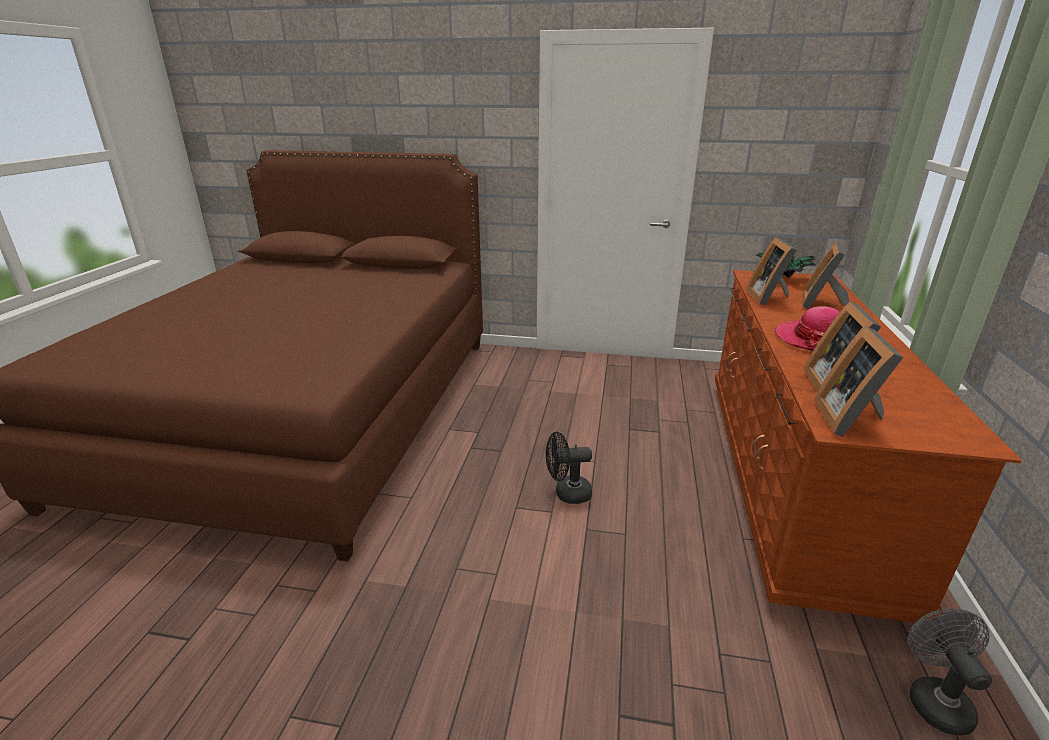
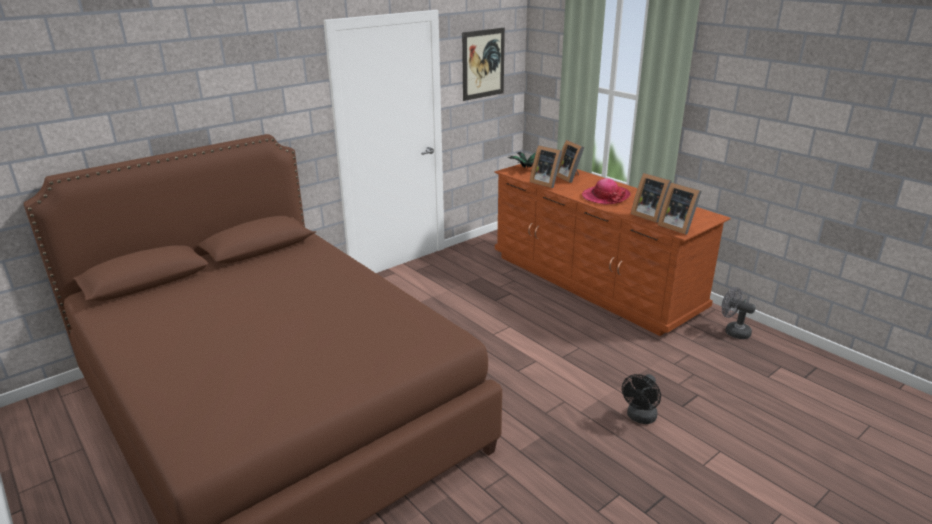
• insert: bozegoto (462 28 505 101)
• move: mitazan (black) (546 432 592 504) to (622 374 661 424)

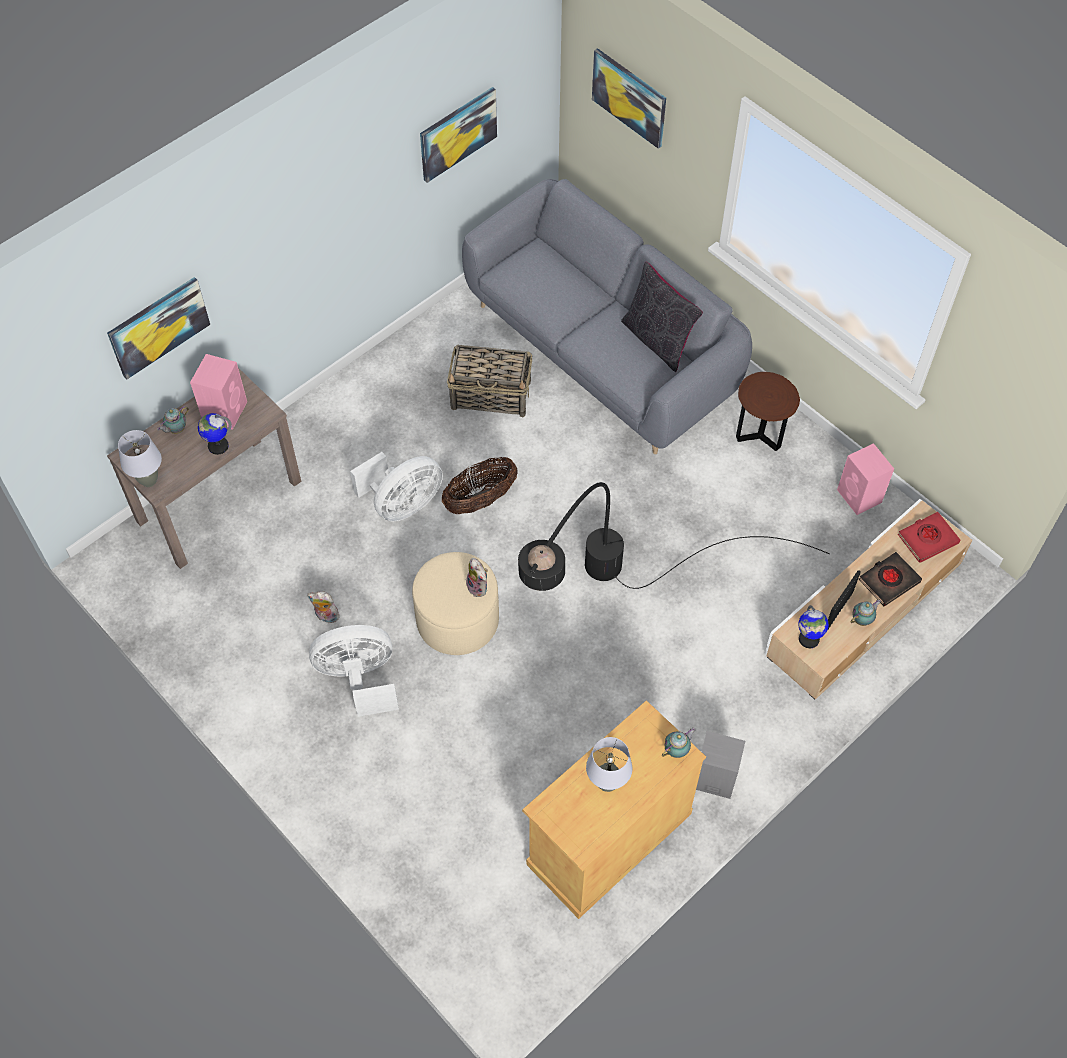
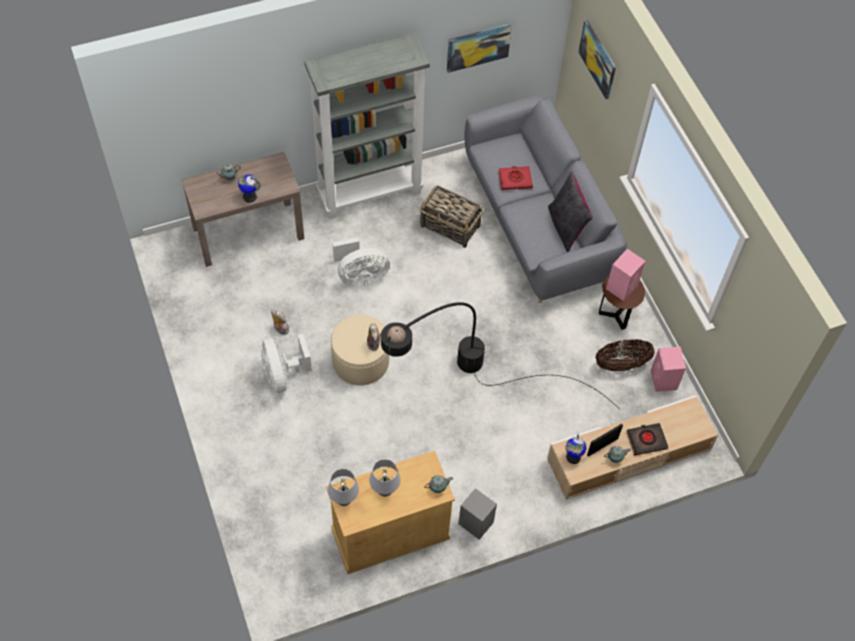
• rotate: mitazan (white) (309 625 399 717) = (261 334 312 393) 120 degrees counterclockwise
• insert: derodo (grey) (304 33 430 219)
• move: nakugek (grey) (118 430 162 487) to (328 469 359 506)
• move: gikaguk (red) (898 512 960 563) to (498 166 533 190)
• move: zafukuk (442 457 518 514) to (595 339 655 371)
• move: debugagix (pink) (190 354 247 430) to (606 249 646 301)
• delete: bozegoto (107 277 210 380)

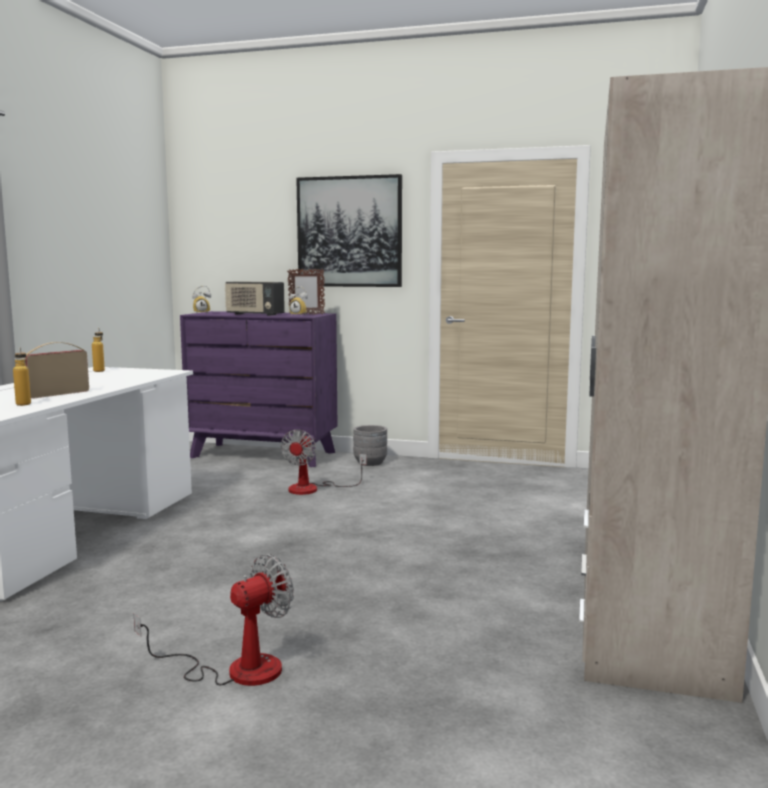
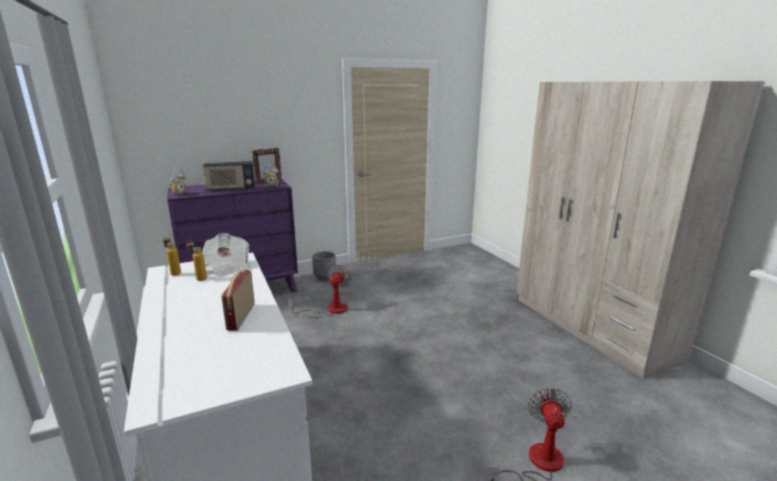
• move: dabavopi (13 347 31 406) to (186 240 207 281)
• insert: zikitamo (202 233 249 277)
• rotate: mitazan (280 429 367 495) = (287 265 351 318) 135 degrees counterclockwise
• delete: bozegoto (296 174 402 287)

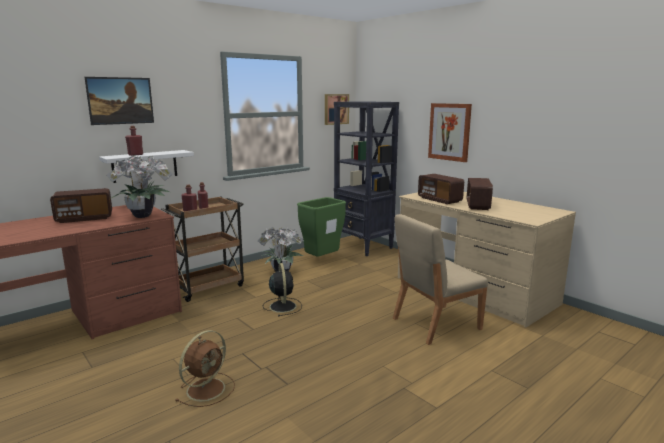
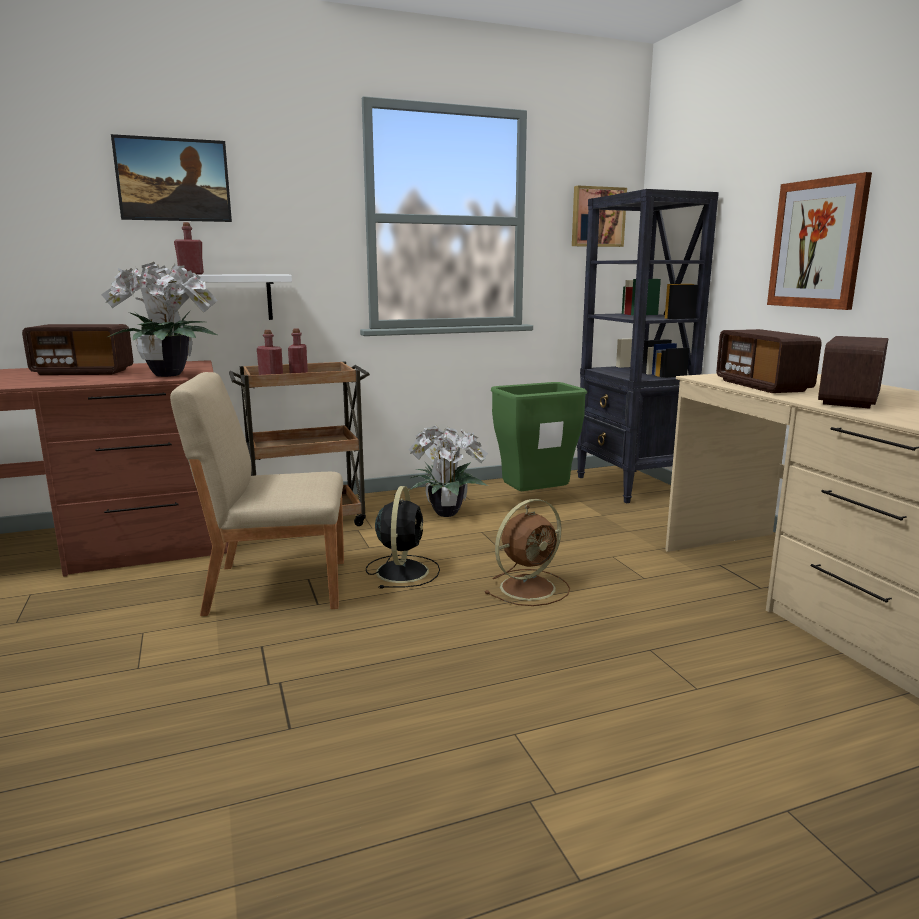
• move: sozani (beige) (393 214 488 345) to (170 372 344 616)
• move: mitazan (brown) (175 330 235 407) to (484 499 570 606)

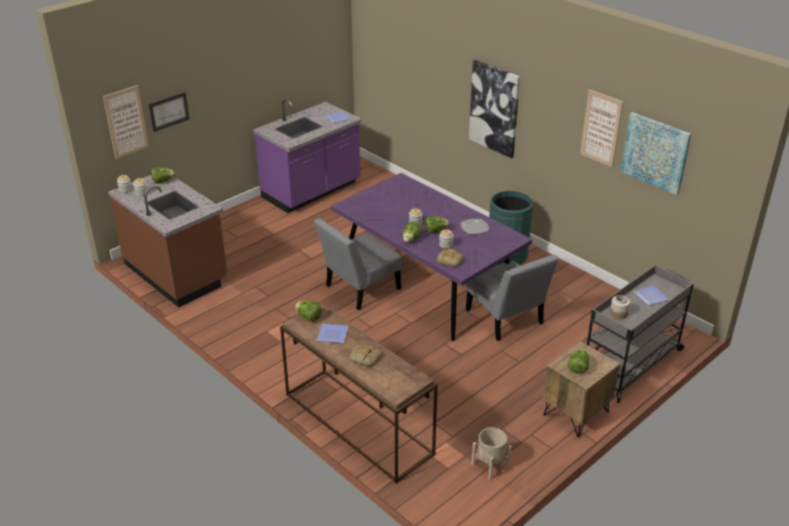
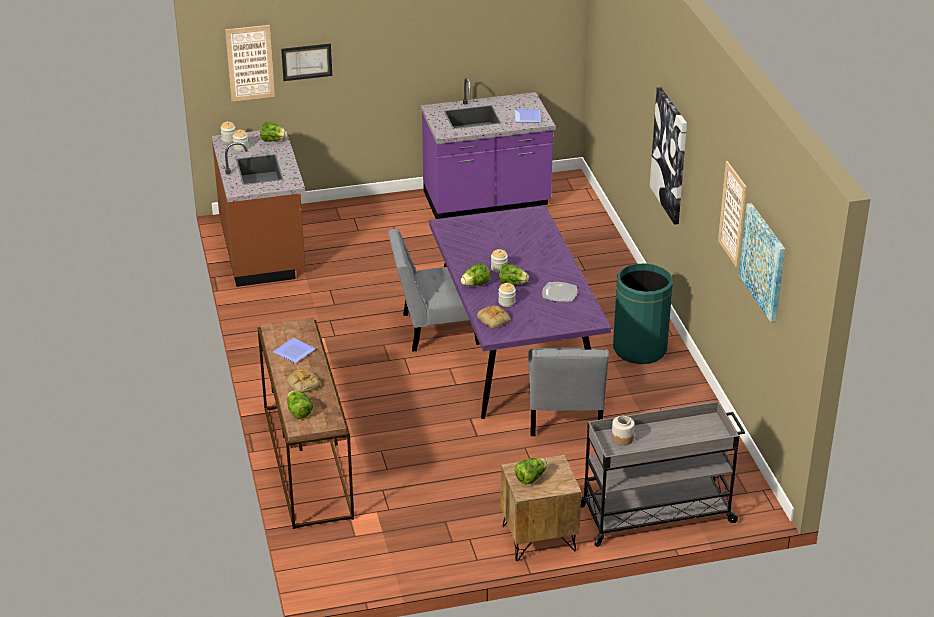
• move: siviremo (295 300 322 322) to (287 390 313 419)
• delete: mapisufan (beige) (472 427 512 480)
• delete: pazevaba (633 286 669 306)

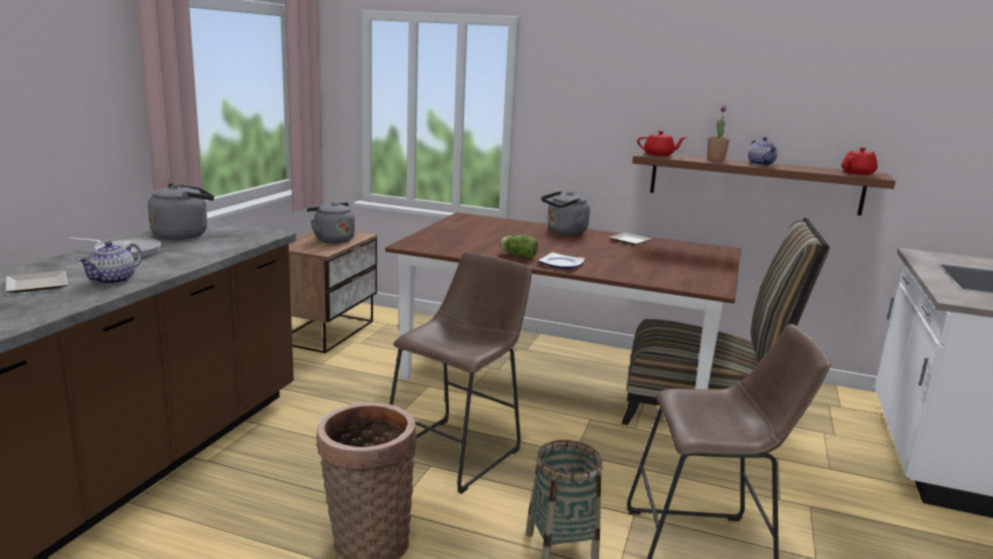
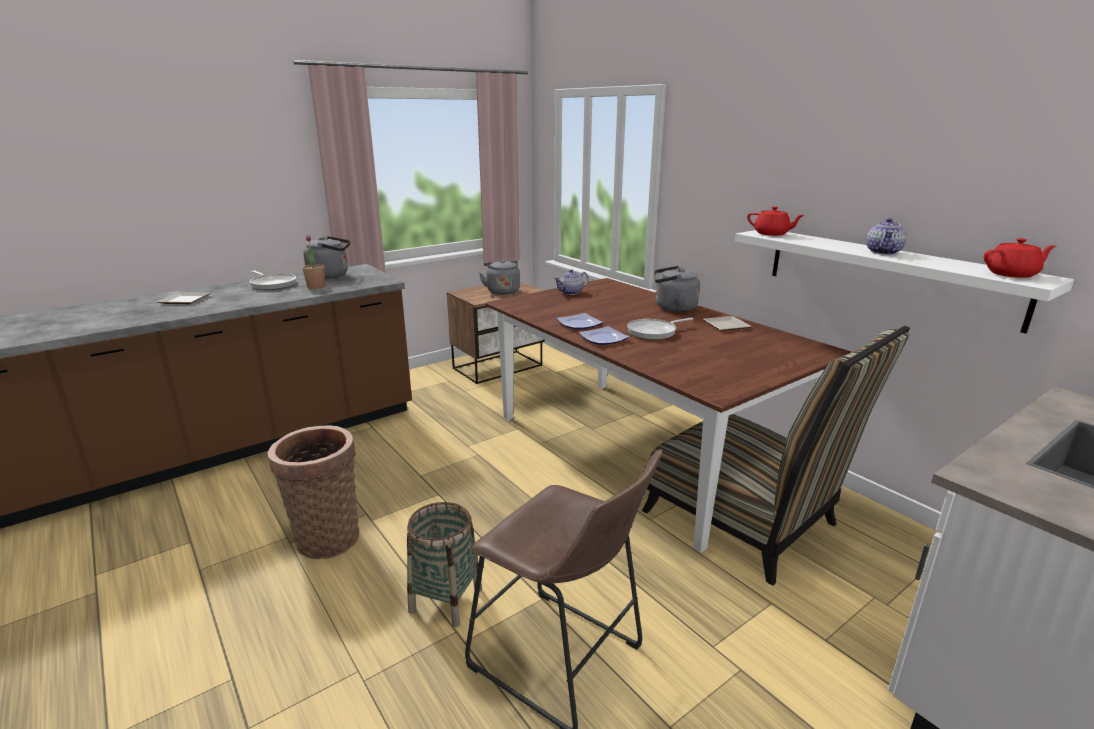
• move: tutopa (707 106 730 161) to (302 235 325 289)
• move: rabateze (77 241 142 285) to (554 269 589 295)
• replace: siviremo (500 235 538 258) to pazevaba (556 313 603 329)
• insert: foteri (627 318 693 340)
• recolor: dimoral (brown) (632 151 896 216) to dimoral (white) (735 230 1074 334)
• delete: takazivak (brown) (390 252 532 494)

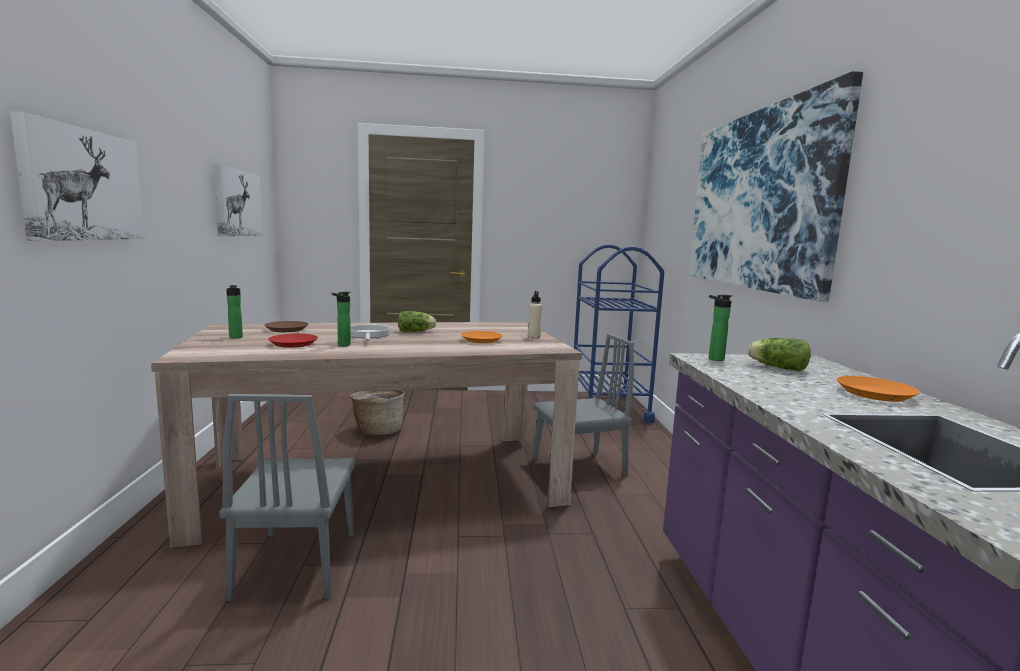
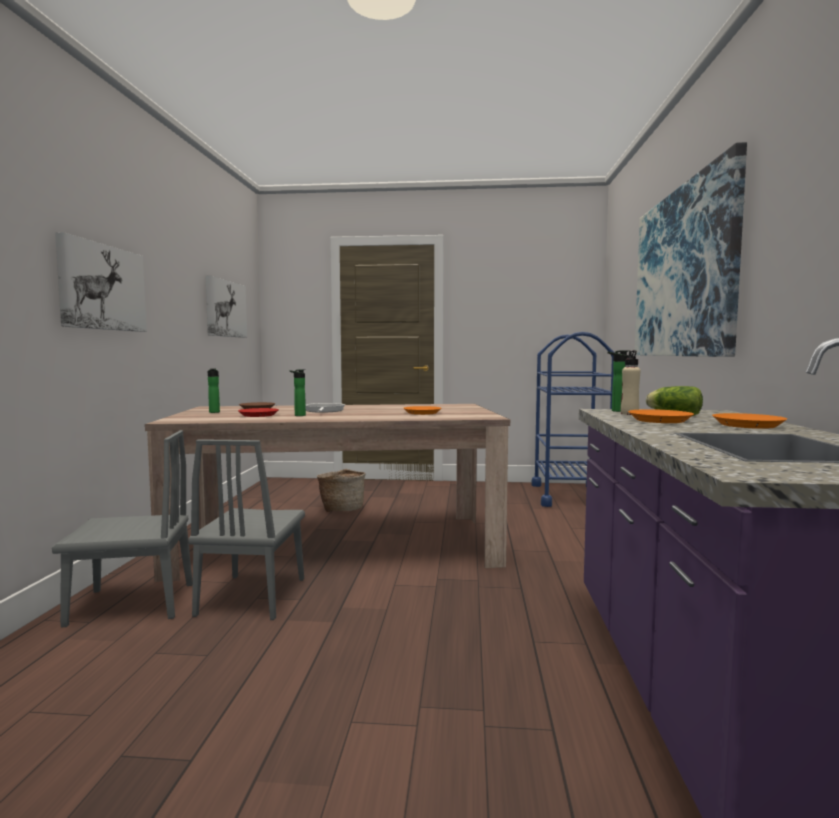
• move: sozani (grey) (533 334 634 476) to (52 430 193 628)
• move: dabavopi (beige) (528 291 542 338) to (621 350 640 415)
• insert: pazevaba (orange) (628 409 694 423)
• delete: siviremo (398 311 436 332)

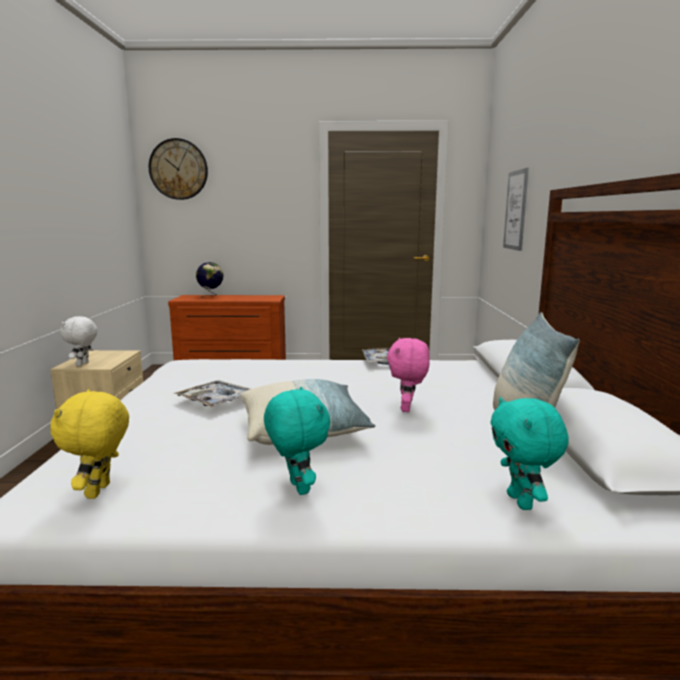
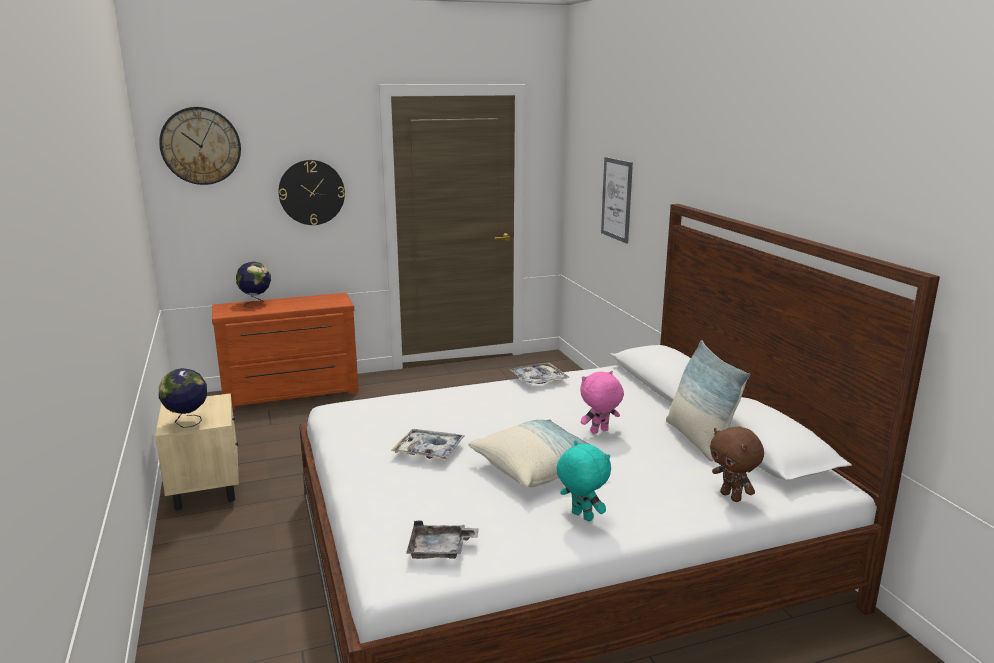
• replace: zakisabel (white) (60 316 98 366) to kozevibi (159 368 207 428)
• insert: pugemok (278 160 345 225)
• replace: zakisabel (yellow) (51 389 129 499) to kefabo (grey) (406 521 479 559)
• rotate: zakisabel (pink) (387 338 430 412) = (580 371 624 434) 75 degrees clockwise
• recolor: zakisabel (turquoise) (490 397 569 510) to zakisabel (brown) (710 426 764 502)

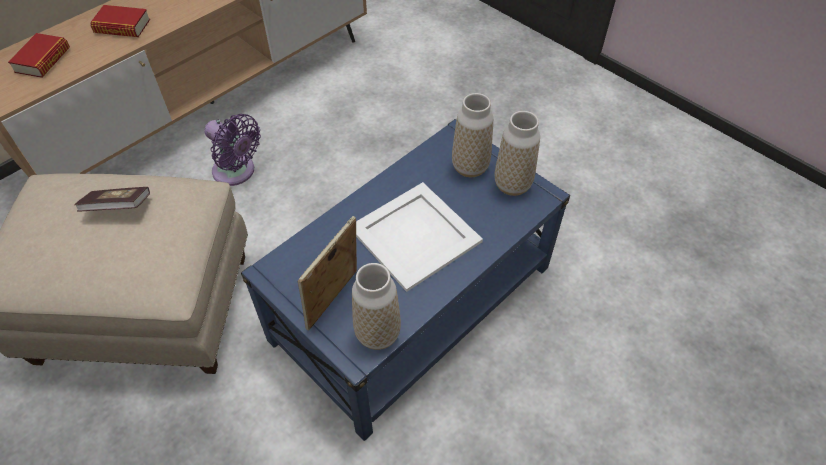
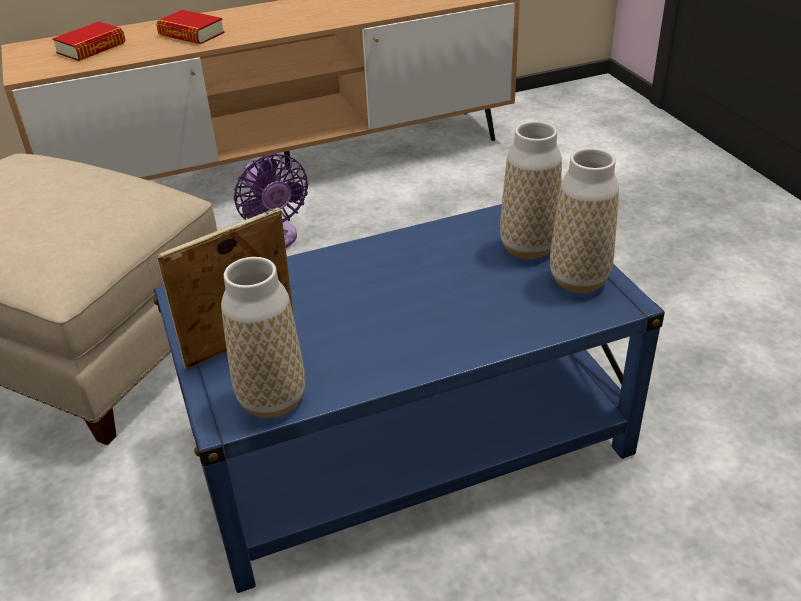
• delete: gikaguk (74 187 150 212)
• delete: kefabo (white) (356 182 483 292)

